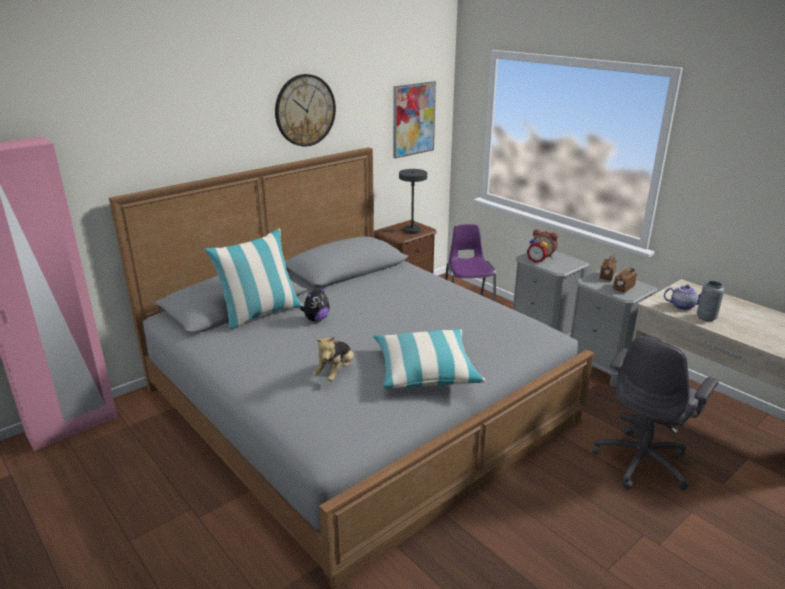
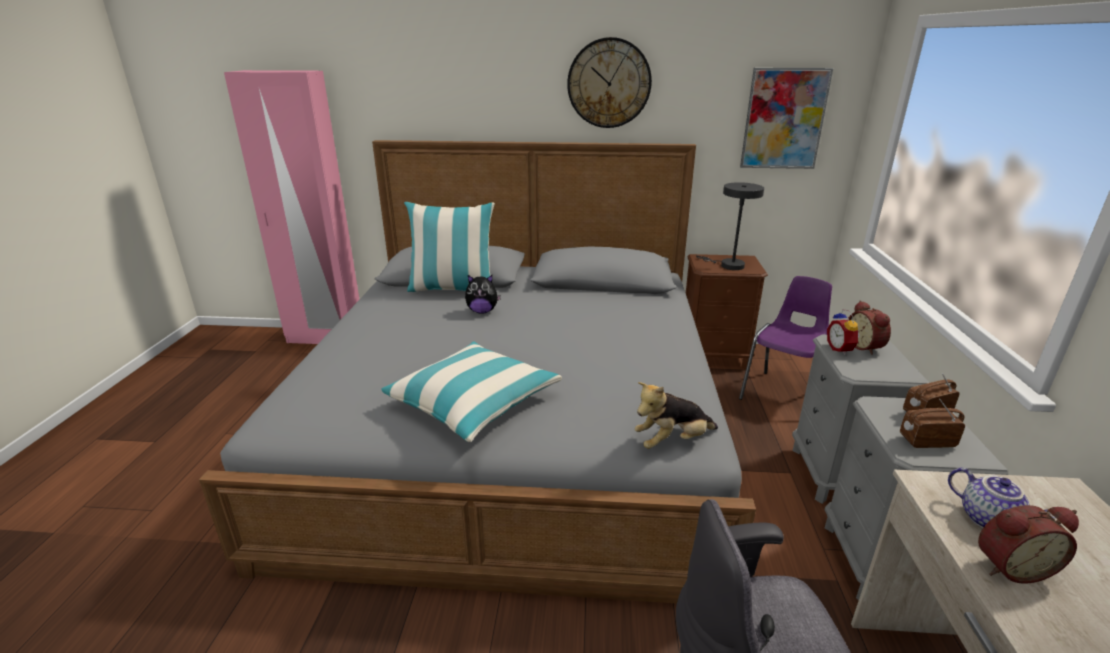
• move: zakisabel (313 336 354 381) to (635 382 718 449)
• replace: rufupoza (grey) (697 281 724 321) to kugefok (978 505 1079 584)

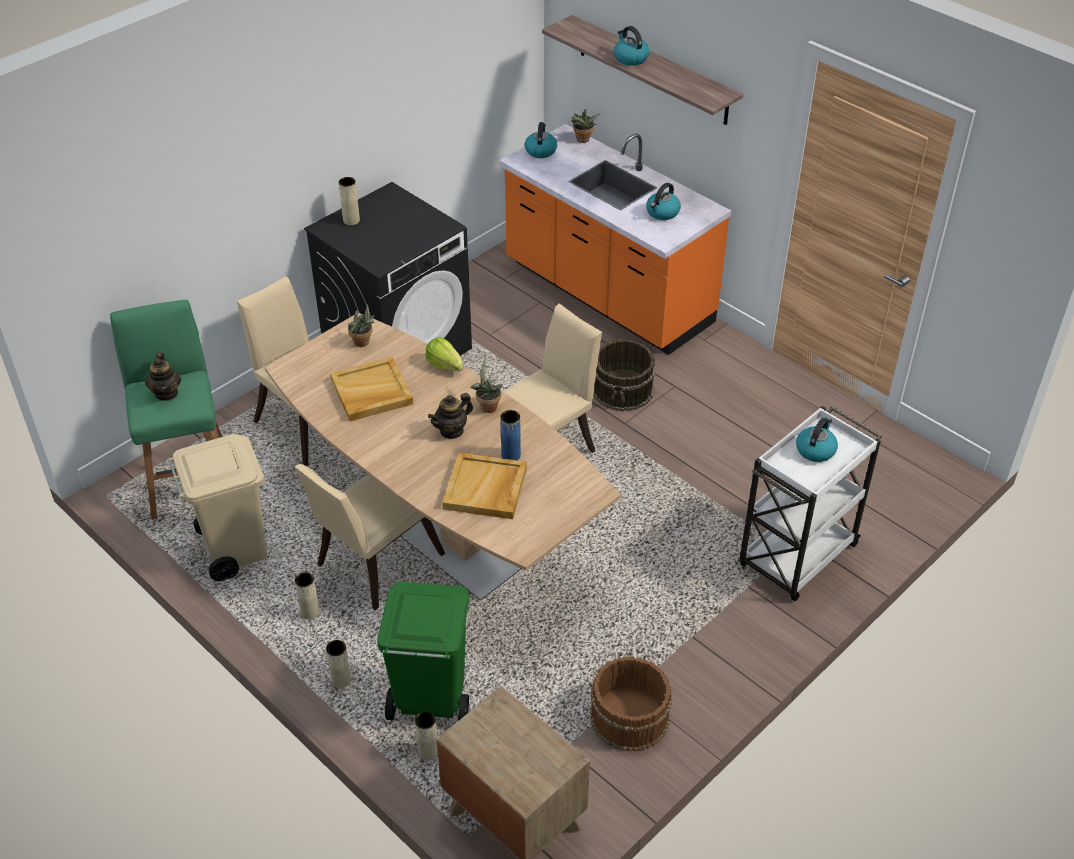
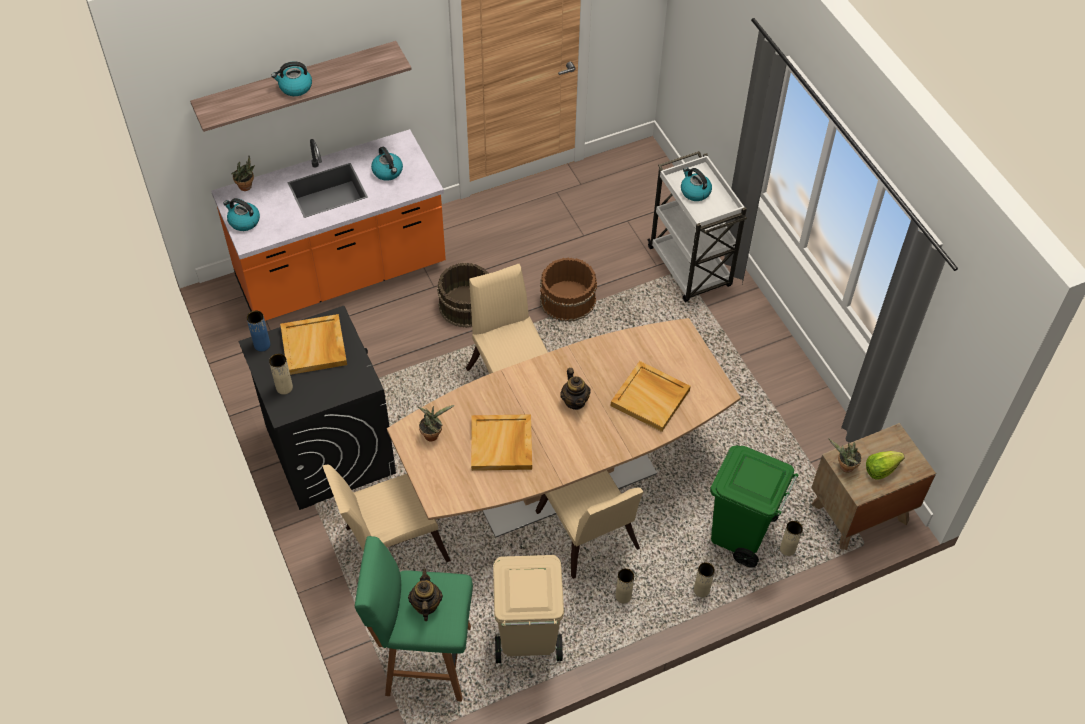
• move: rufupoza (blue) (500 410 521 460) to (247 311 270 352)
• insert: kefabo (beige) (280 314 347 375)
• rotate: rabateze (145 352 181 401) = (408 568 443 621) 105 degrees counterclockwise
• move: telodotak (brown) (590 656 672 751) to (540 257 597 322)
• move: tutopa (470 353 503 413) to (828 438 862 473)
• move: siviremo (426 337 464 371) to (866 451 905 480)

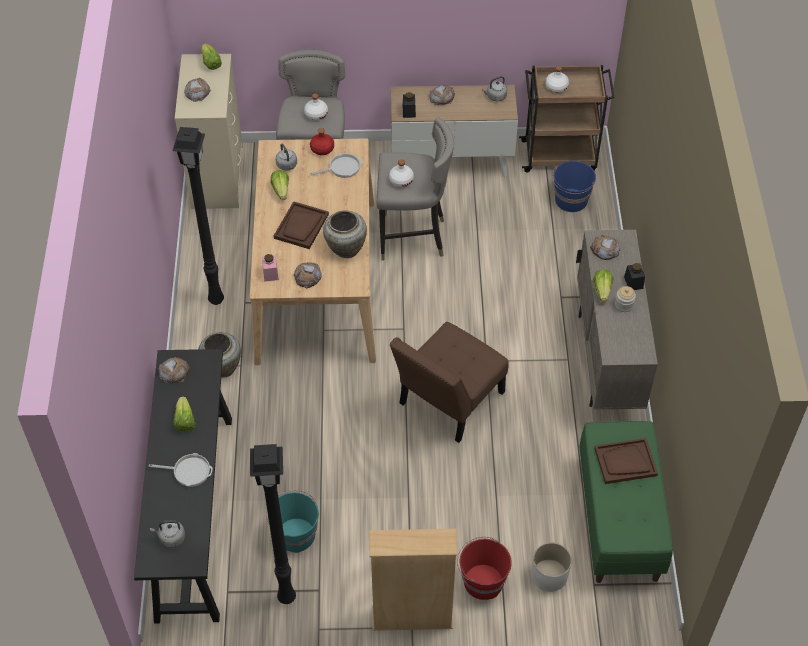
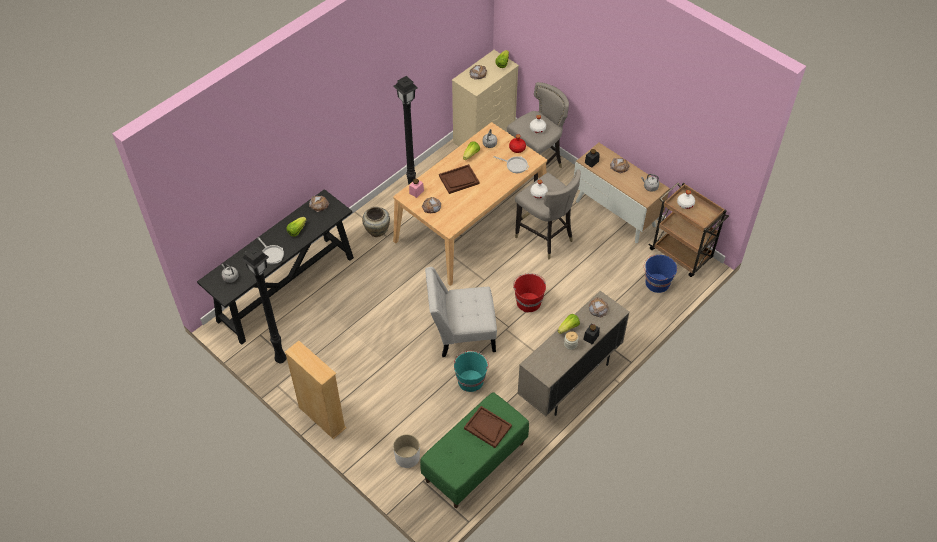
• recolor: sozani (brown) (390 322 509 443) to sozani (white) (425 267 497 357)
• move: telodotak (turquoise) (266 490 319 553) to (454 351 489 392)
• move: telodotak (red) (457 537 512 600) to (513 273 546 313)
• delete: rufupoza (beige) (323 210 367 258)

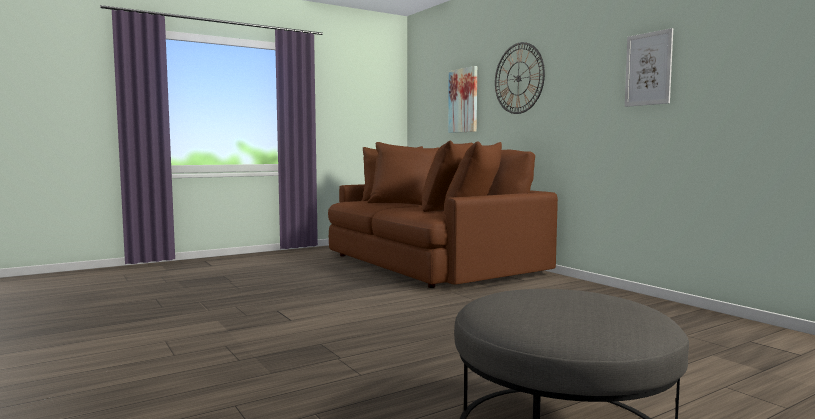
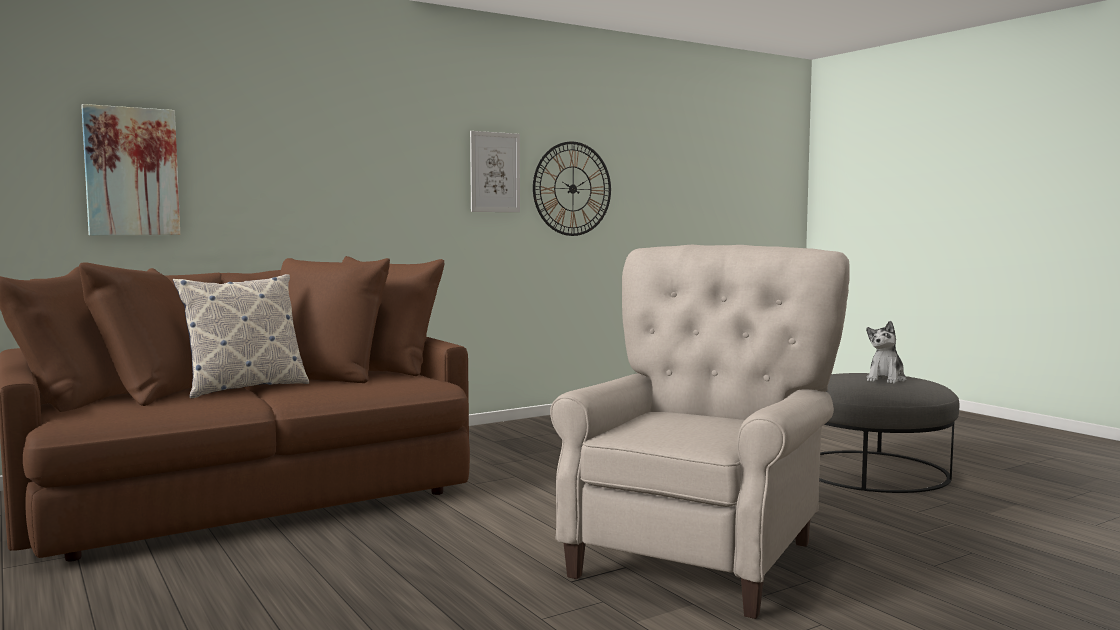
• insert: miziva (173 274 309 398)
• move: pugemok (495 42 545 114) to (533 142 611 236)
• insert: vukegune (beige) (550 245 850 619)
• insert: zakisabel (866 321 907 384)

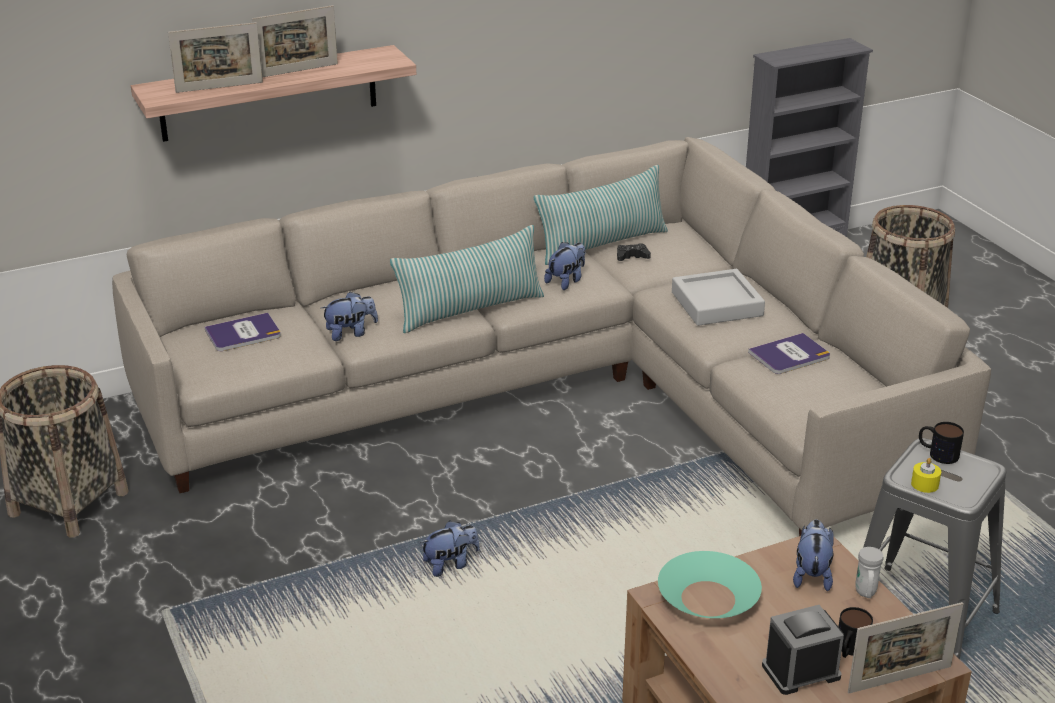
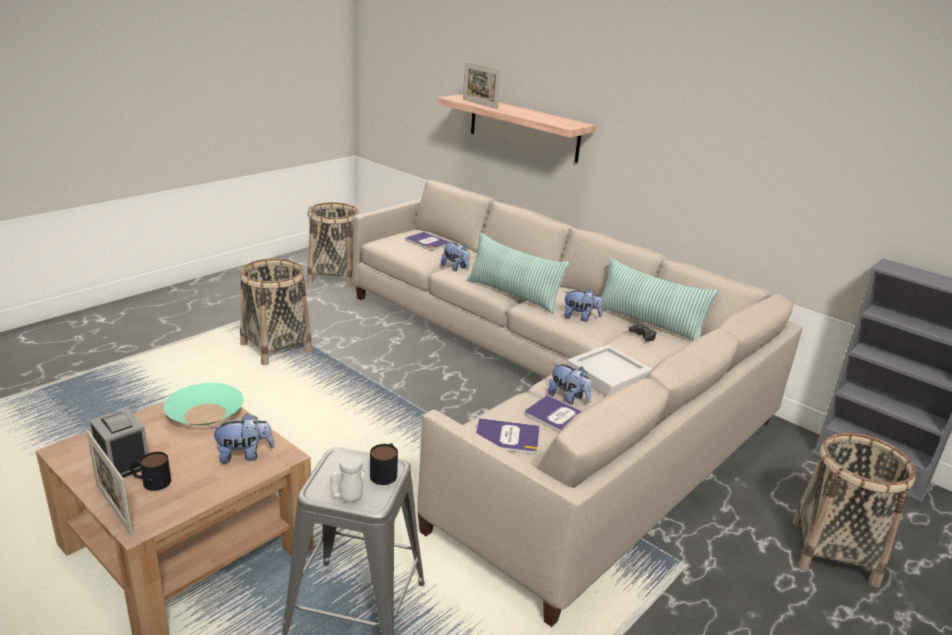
• insert: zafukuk (240 258 312 365)
• move: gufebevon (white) (855 547 883 598) to (330 455 363 502)
• insert: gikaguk (476 418 540 454)
• move: zakisabel (420 521 480 577) to (548 363 592 404)
• delete: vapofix (252 5 338 77)
• delete: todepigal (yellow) (911 458 941 493)

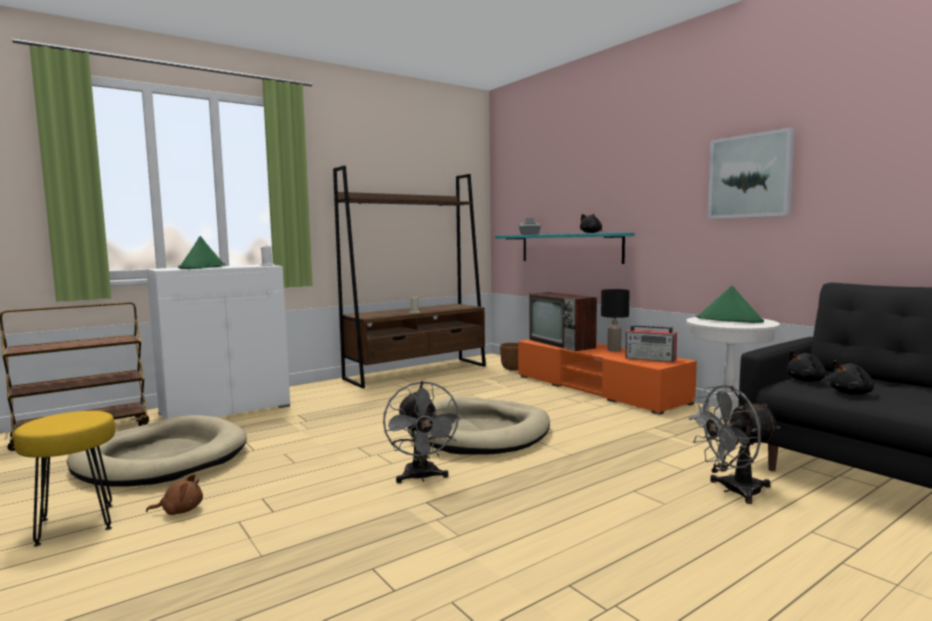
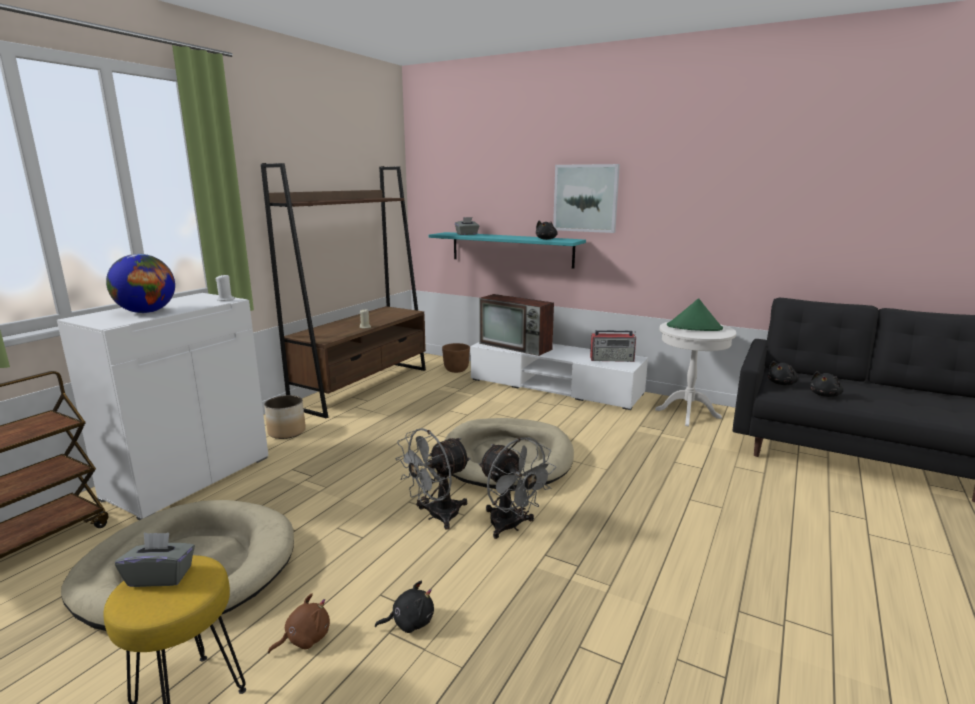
• replace: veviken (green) (178 236 226 269) to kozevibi (106 254 175 313)
• insert: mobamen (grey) (115 533 195 587)
• insert: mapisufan (264 395 306 439)
• insert: zakisabel (black) (375 581 434 633)
• move: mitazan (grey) (688 385 780 504) to (396 428 471 530)
• recolor: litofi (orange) (518 340 697 415) to litofi (white) (470 342 648 410)
• move: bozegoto (708 128 794 219) to (553 164 620 233)
• delete: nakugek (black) (601 289 630 352)

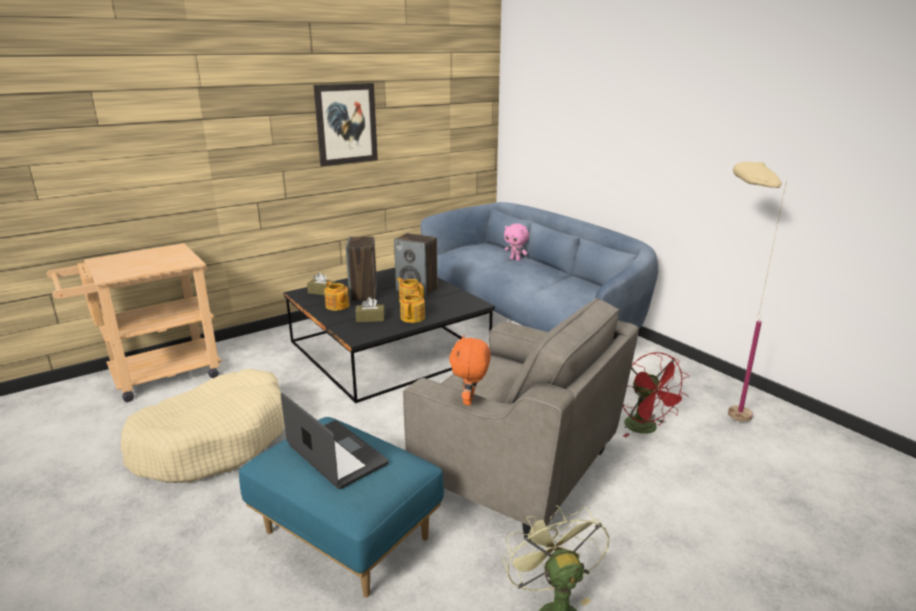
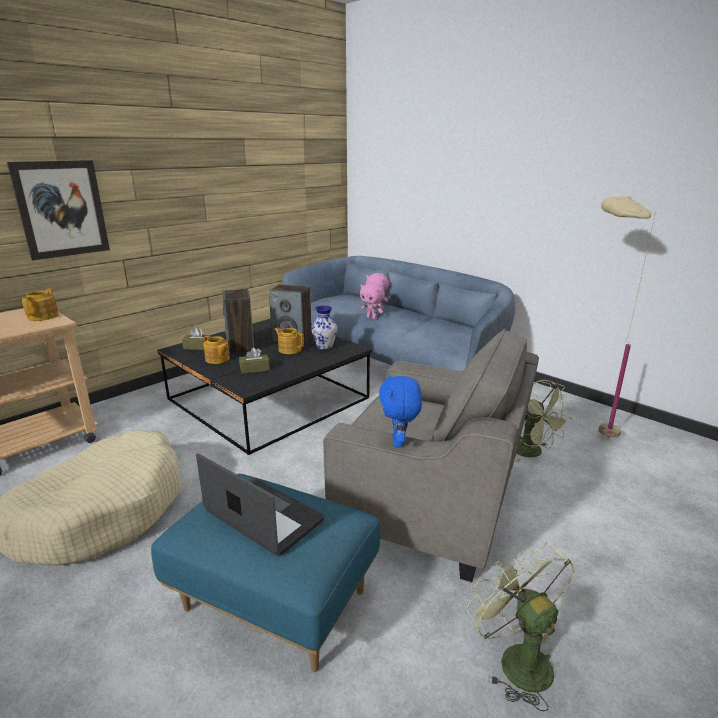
• move: bozegoto (313 83 378 166) to (7 160 110 260)
• move: rabateze (400 291 425 323) to (22 288 59 321)
• insert: rufupoza (311 305 338 350)
• insert: zakisabel (pink) (360 282 385 319)
• recolor: zakisabel (orange) (449 335 491 406) to zakisabel (blue) (379 374 422 448)
• recolor: mitazan (red) (623 352 690 437) to mitazan (green) (515 380 572 463)

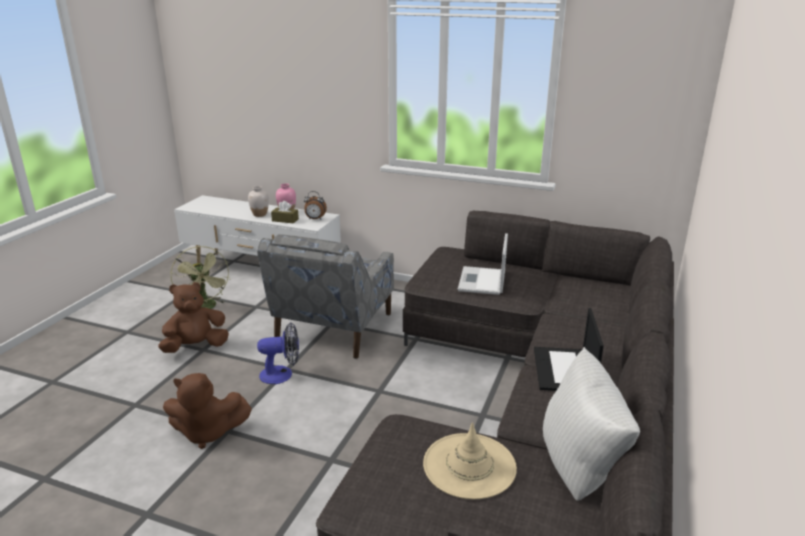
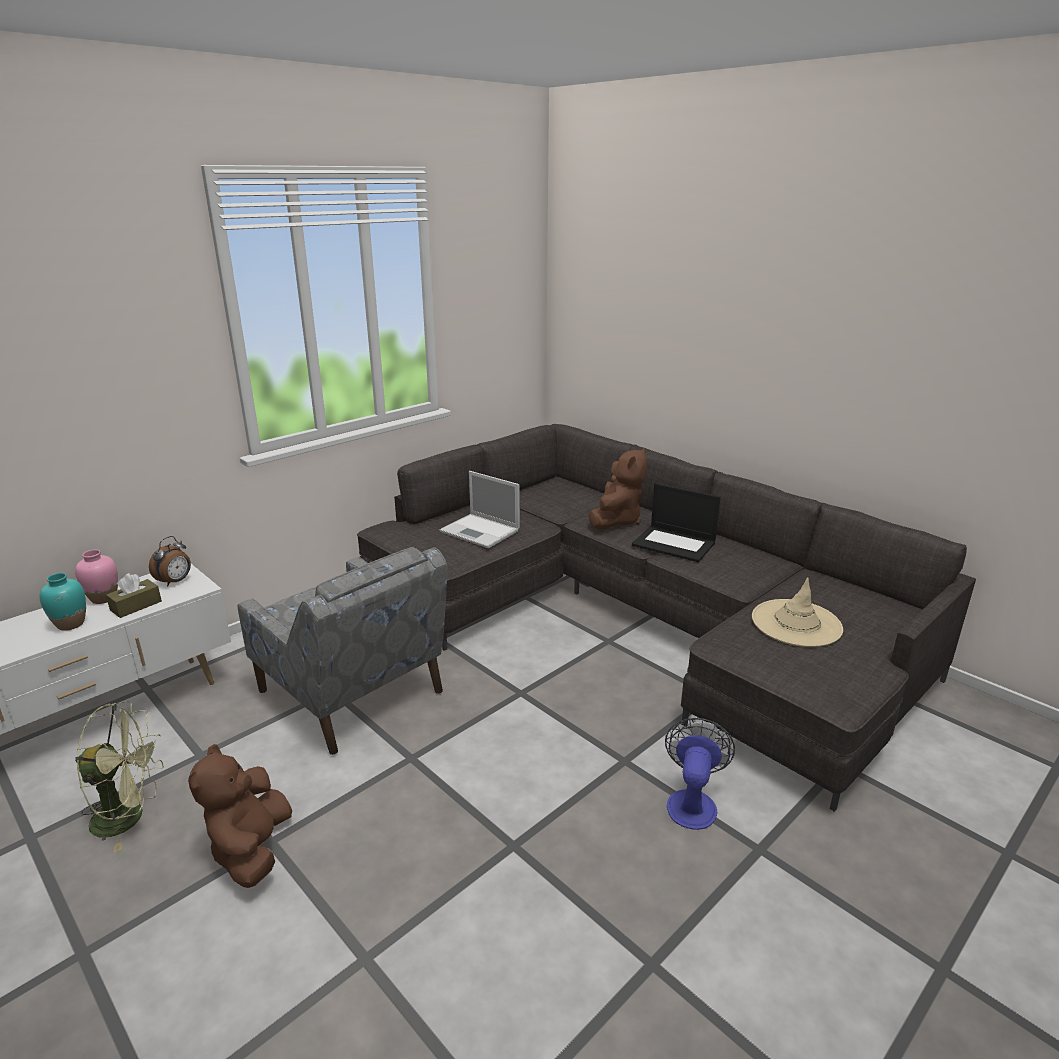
• recolor: rufupoza (white) (248 186 269 217) to rufupoza (turquoise) (39 573 86 631)
• move: zakisabel (brown) (163 373 252 449) to (588 448 648 530)
• move: mitazan (257 322 299 384) to (665 718 735 830)
• delete: miziva (white) (543 347 640 501)

